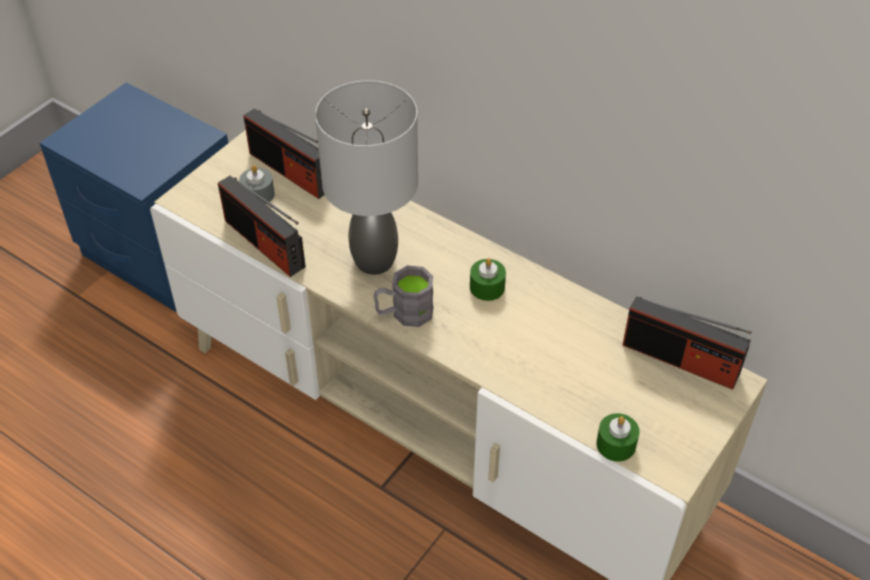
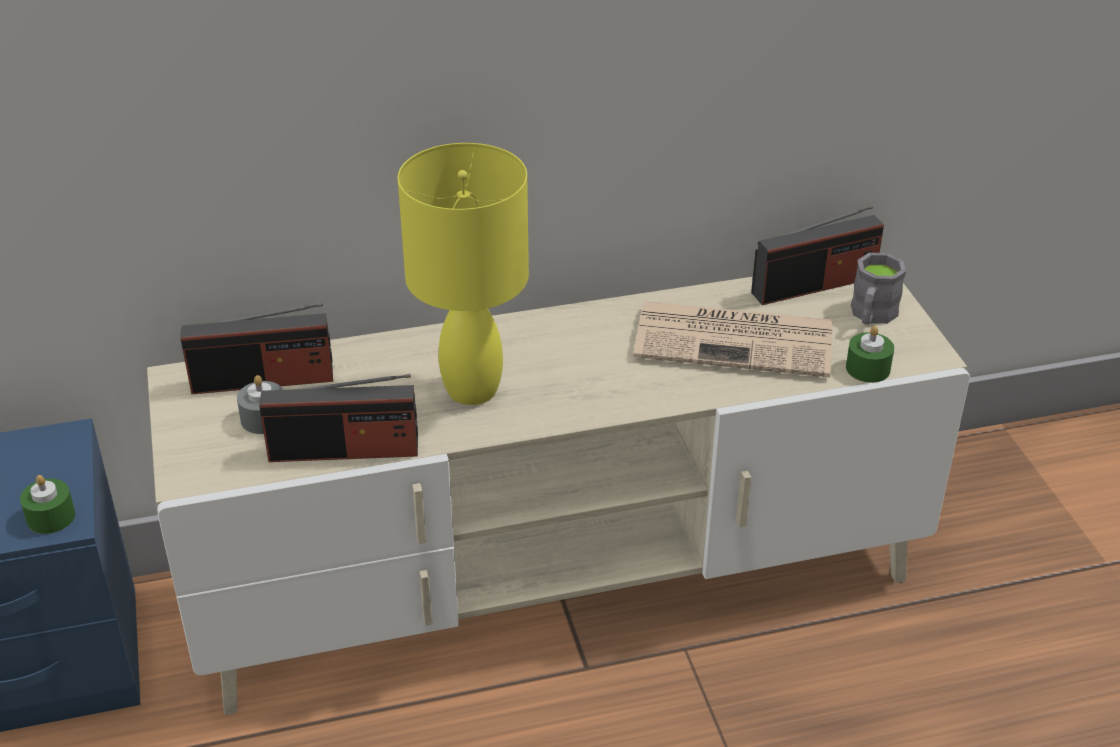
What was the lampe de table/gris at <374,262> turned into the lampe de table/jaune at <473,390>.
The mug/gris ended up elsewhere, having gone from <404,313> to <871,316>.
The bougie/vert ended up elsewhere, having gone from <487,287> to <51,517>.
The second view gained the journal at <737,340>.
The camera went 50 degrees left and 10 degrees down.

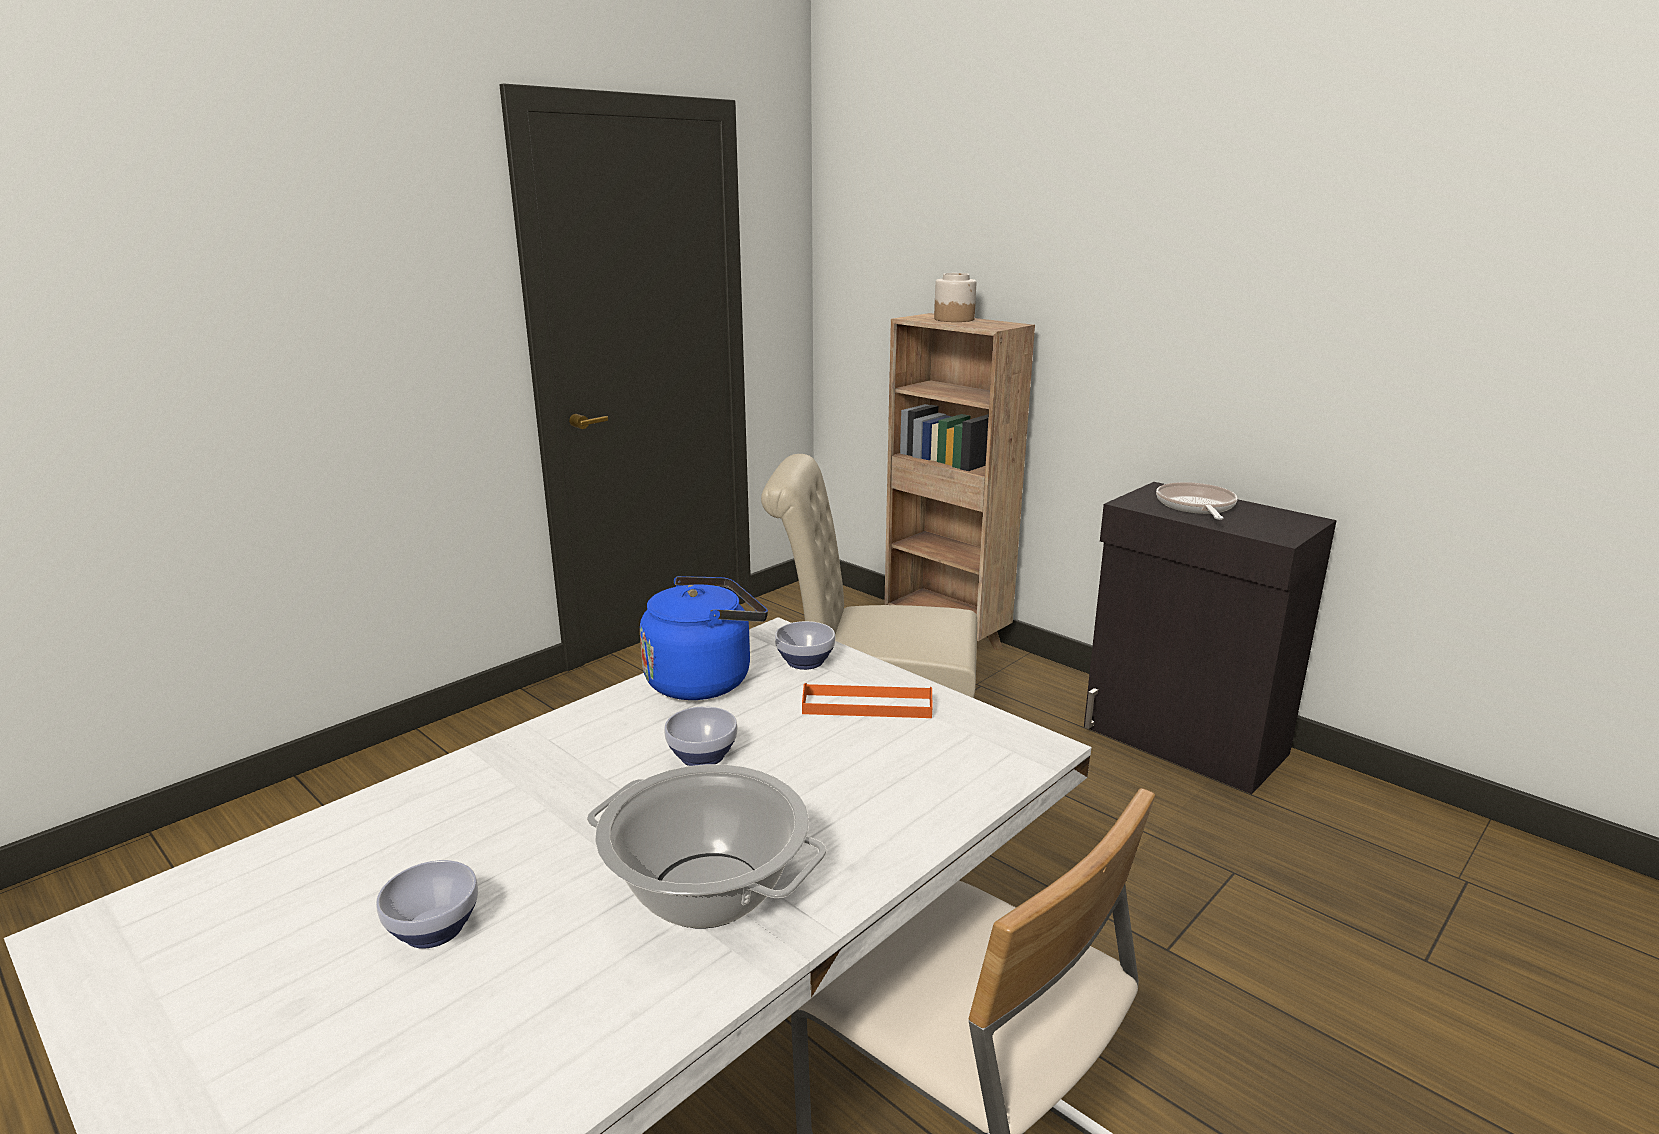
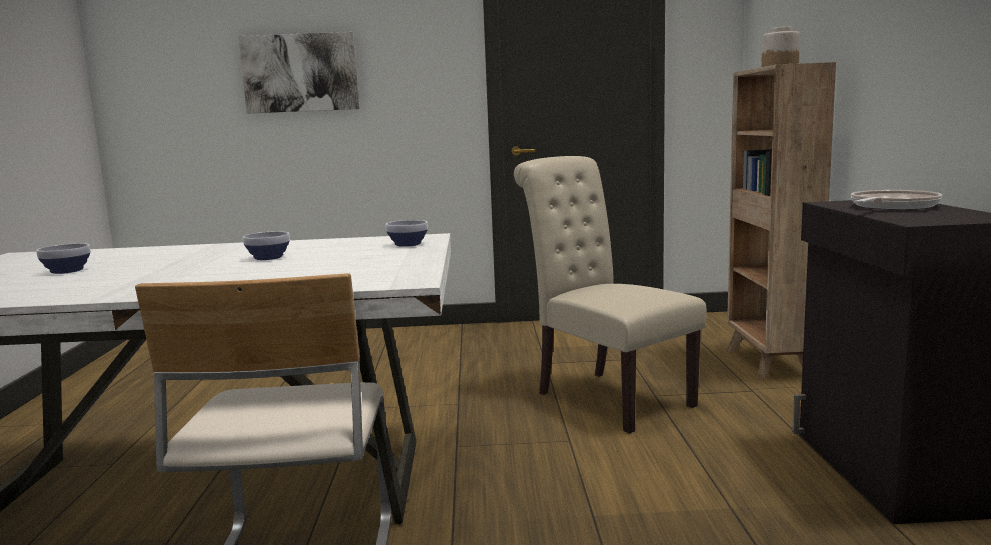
The second view lost the marmite at <705,891>.
The second view lost the bouilloire/bleu at <704,680>.
The second view lost the plateau/orange at <867,706>.
The second view gained the tableau at <300,73>.
The camera went 45 degrees right and 10 degrees down.

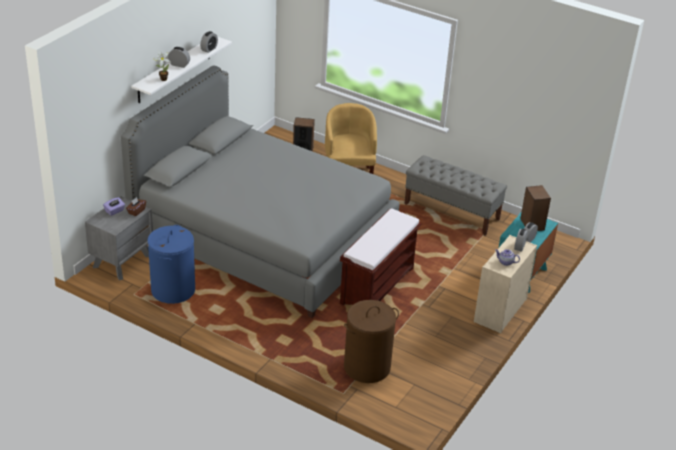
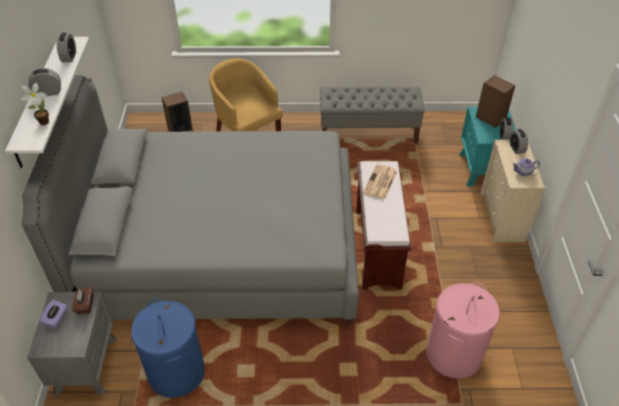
What was the panier à linge/marron at <367,367> turned into the panier à linge/rose at <454,354>.
The second view gained the journal at <380,182>.
The camera went 30 degrees left and 10 degrees up.

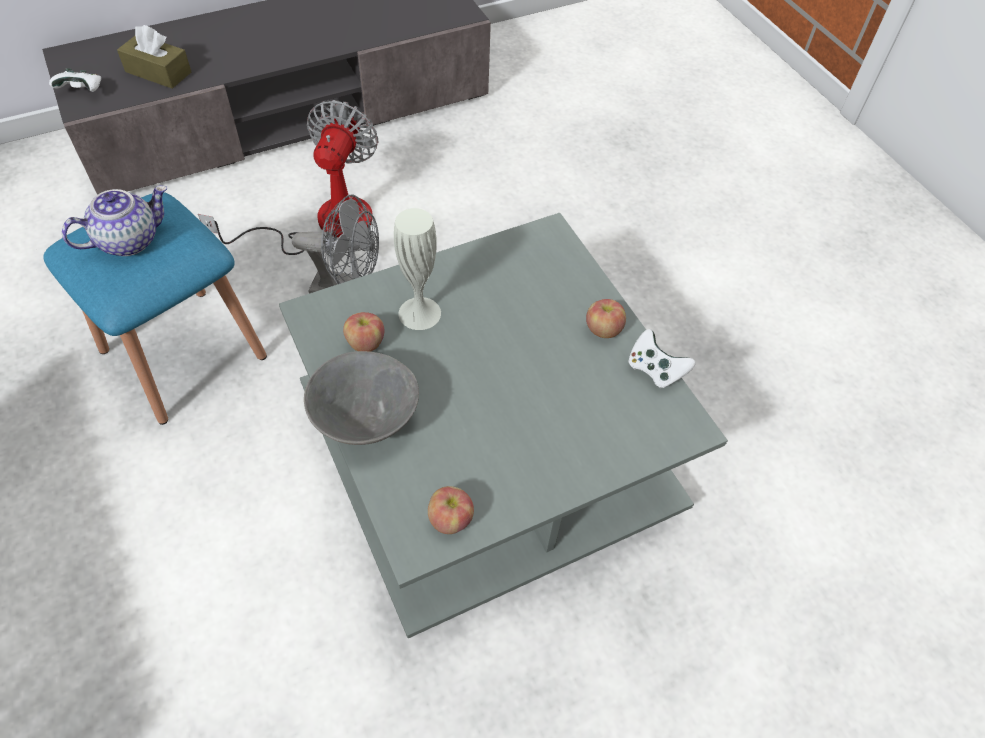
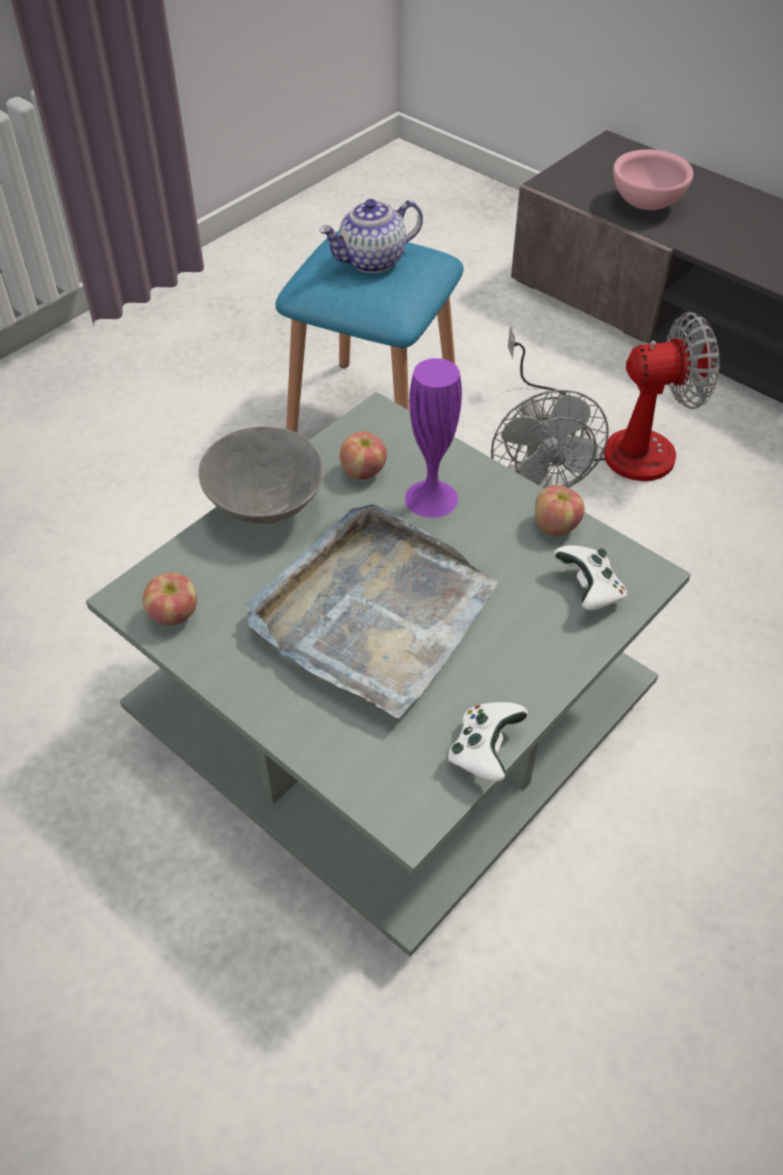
The manette/blanc ended up elsewhere, having gone from <83,91> to <589,591>.
The théière at <129,240> ended up facing another way, 120 degrees clockwise from before.
Where the boîte à mouchoirs/marron stood at <158,72>, the bol/rose came to stand at <645,203>.
What was the vase/blanc at <419,313> turned into the vase/violet at <431,498>.
The pomme ended up elsewhere, having gone from <603,329> to <555,525>.
The second view gained the plateau/gris at <373,613>.
The camera went 70 degrees right and 5 degrees down.

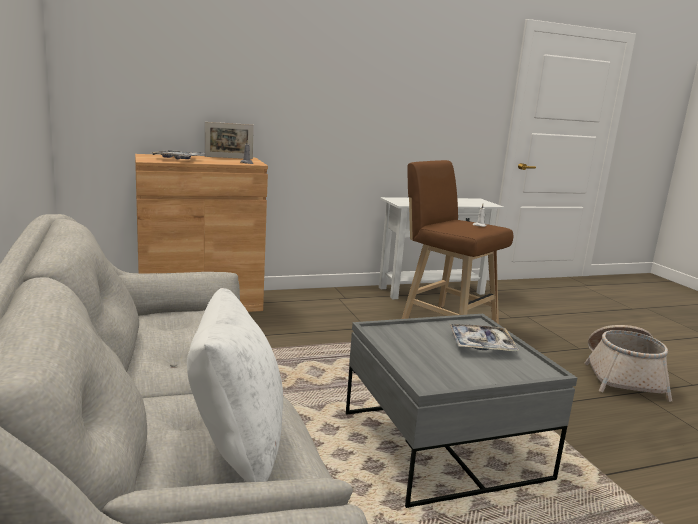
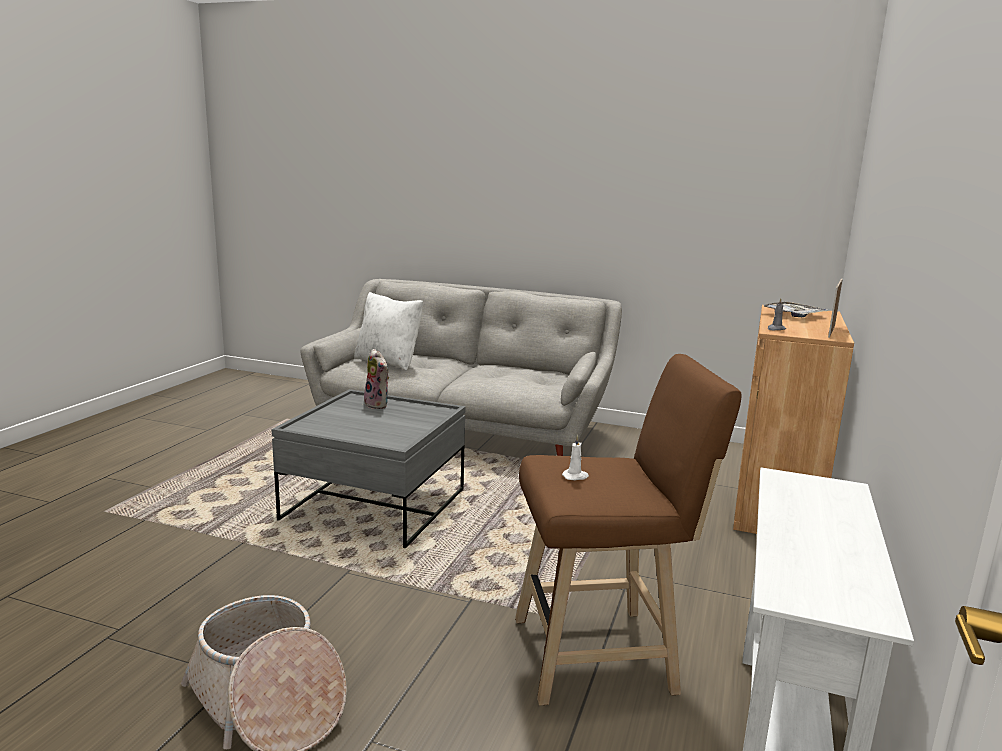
The second view lost the plateau at <481,344>.
The second view gained the peluche at <378,405>.
The camera went 130 degrees right and 0 degrees up.

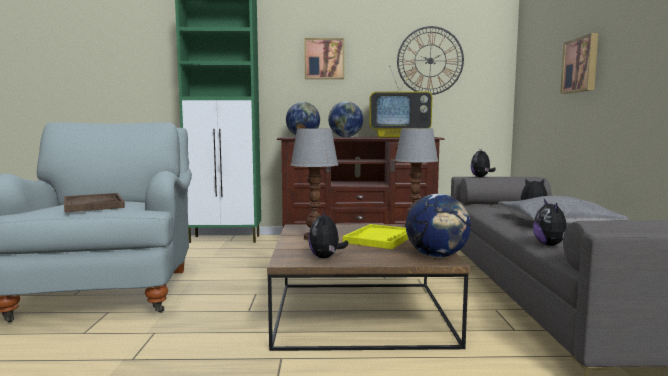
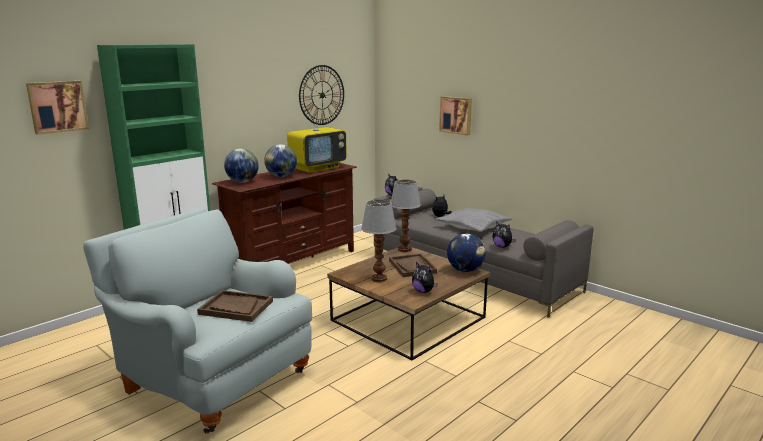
The tableau ended up elsewhere, having gone from <324,59> to <57,106>.
What was the plateau/jaune at <380,238> turned into the plateau/marron at <412,266>.
The camera went 45 degrees left and 10 degrees up.

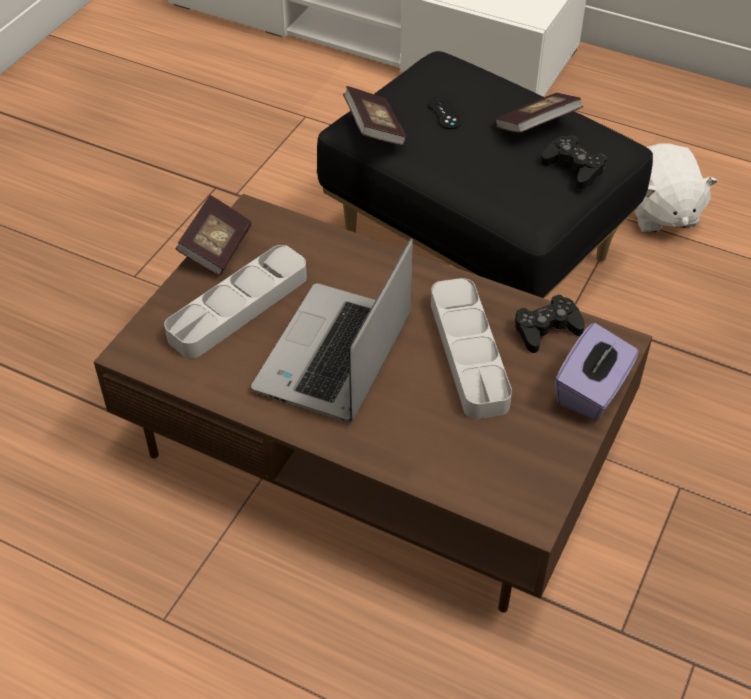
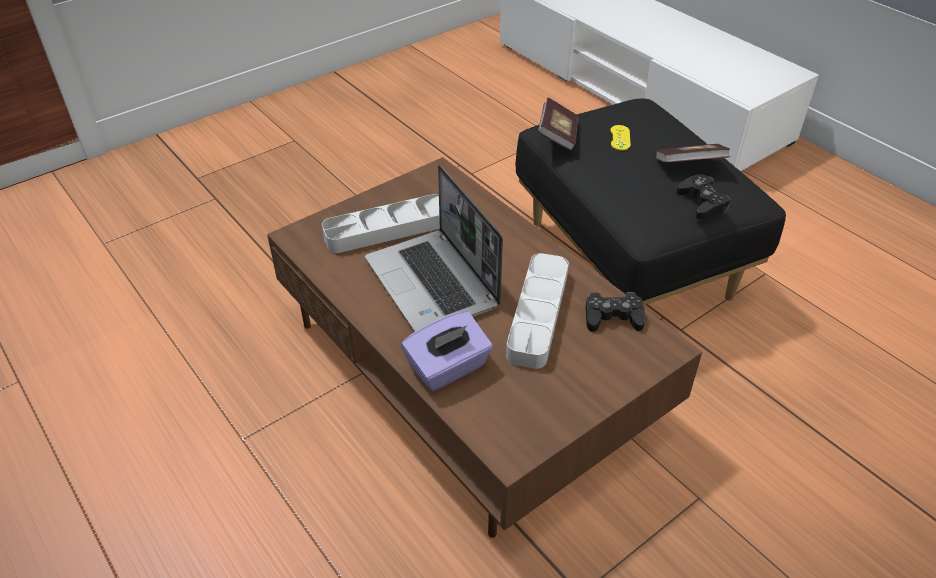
The second view lost the livre at <216,248>.
The ordinateur portable at <335,356> ended up facing another way, 75 degrees counterclockwise from before.
What was the manette/noir at <444,113> turned into the manette/jaune at <620,138>.
The boîte à mouchoirs/violet ended up elsewhere, having gone from <592,391> to <448,368>.
The second view lost the peluche/blanc at <659,212>.
The camera went 25 degrees right and 5 degrees down.

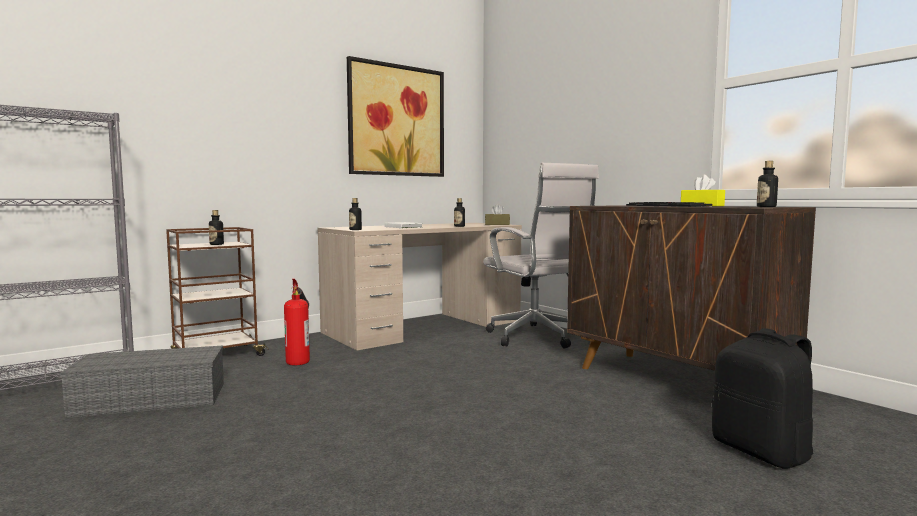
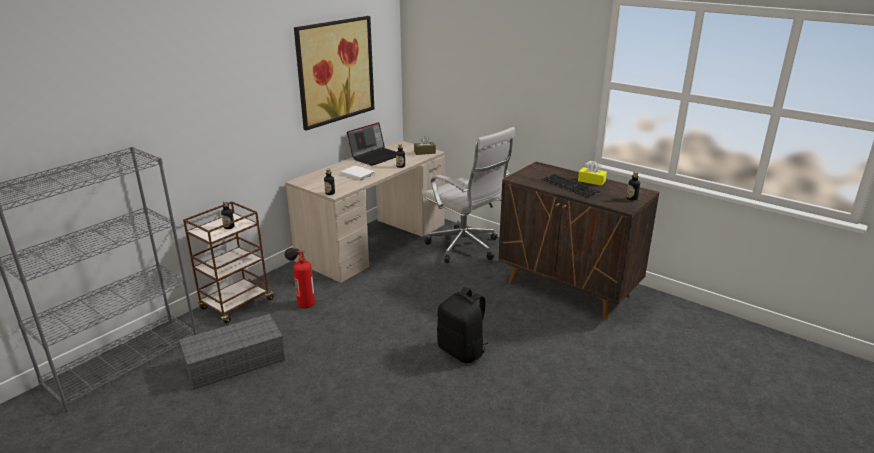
The sac à dos/noir ended up elsewhere, having gone from <762,452> to <462,351>.
The second view gained the ordinateur portable at <376,156>.
The camera went 15 degrees left and 20 degrees up.

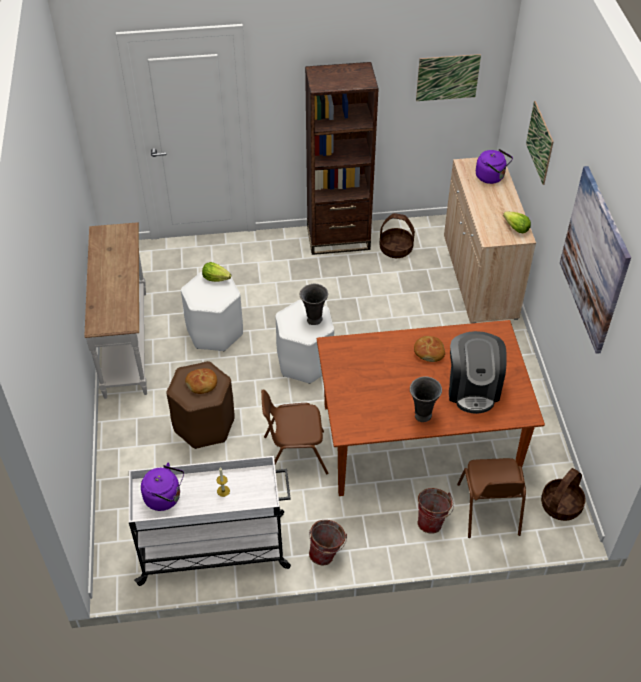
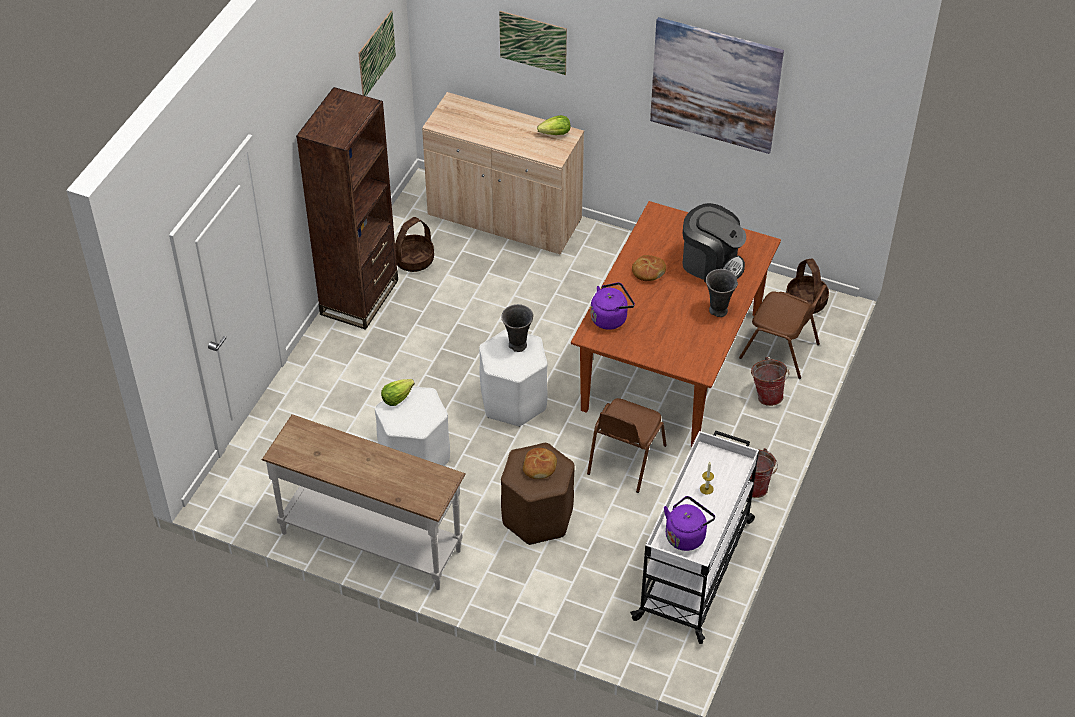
The bouilloire/violet ended up elsewhere, having gone from <491,177> to <610,318>.
The camera went 60 degrees left and 0 degrees up.

